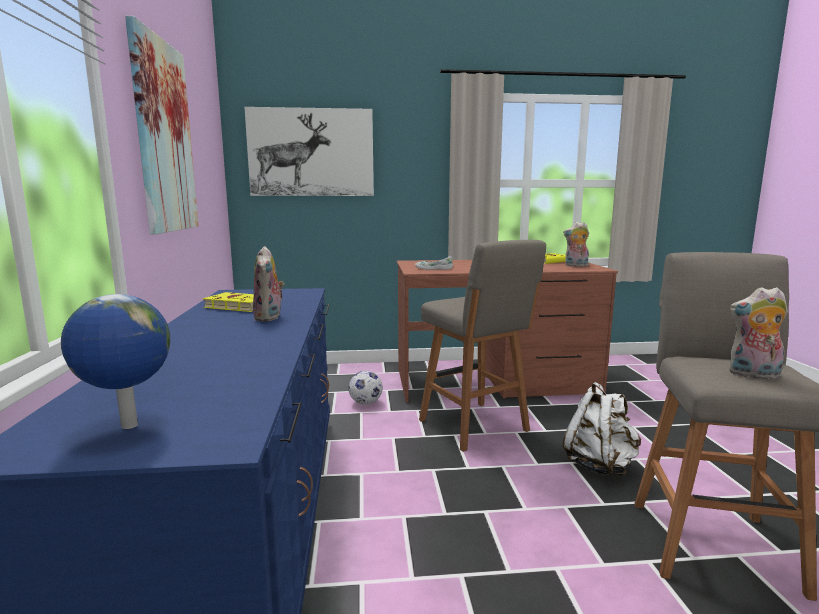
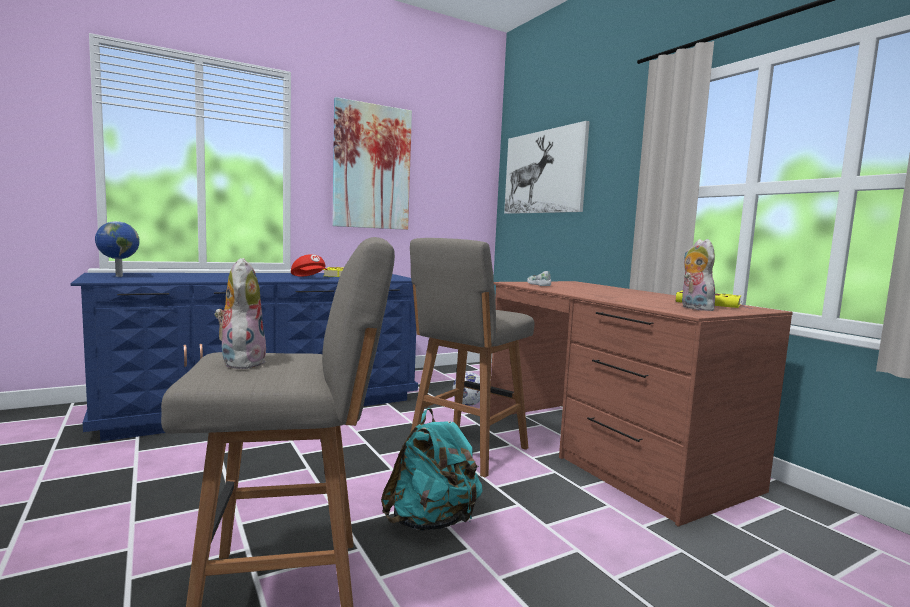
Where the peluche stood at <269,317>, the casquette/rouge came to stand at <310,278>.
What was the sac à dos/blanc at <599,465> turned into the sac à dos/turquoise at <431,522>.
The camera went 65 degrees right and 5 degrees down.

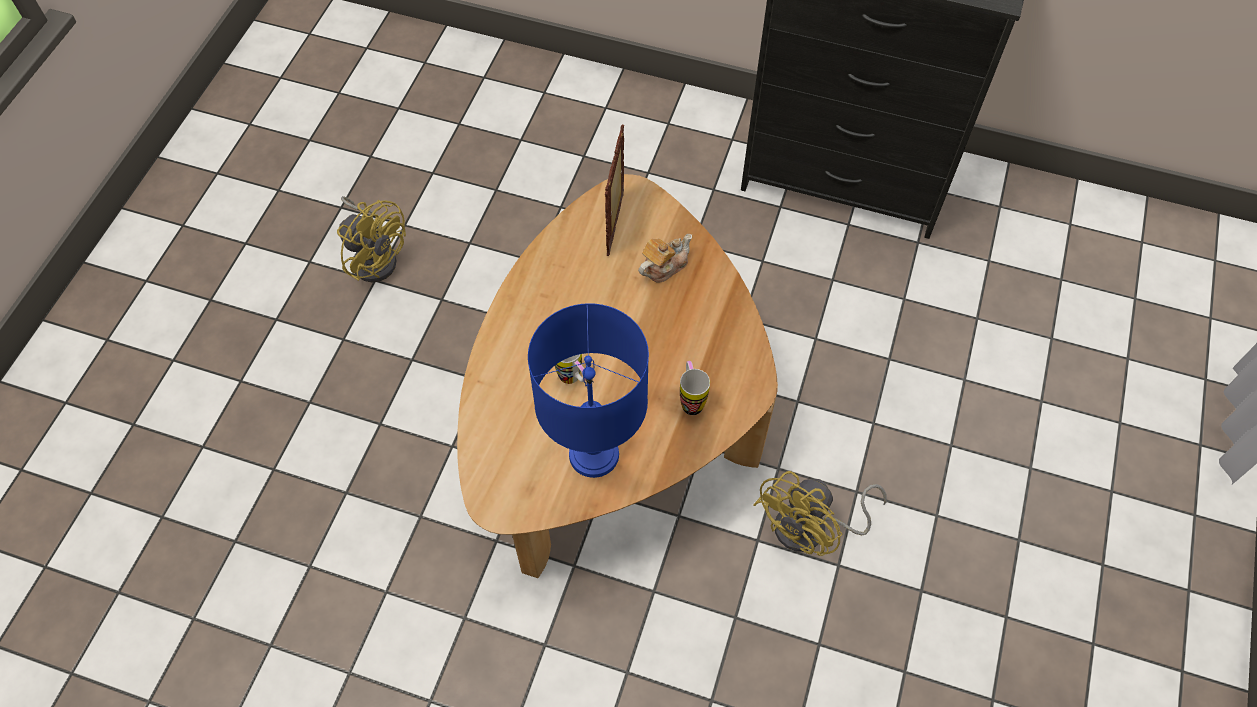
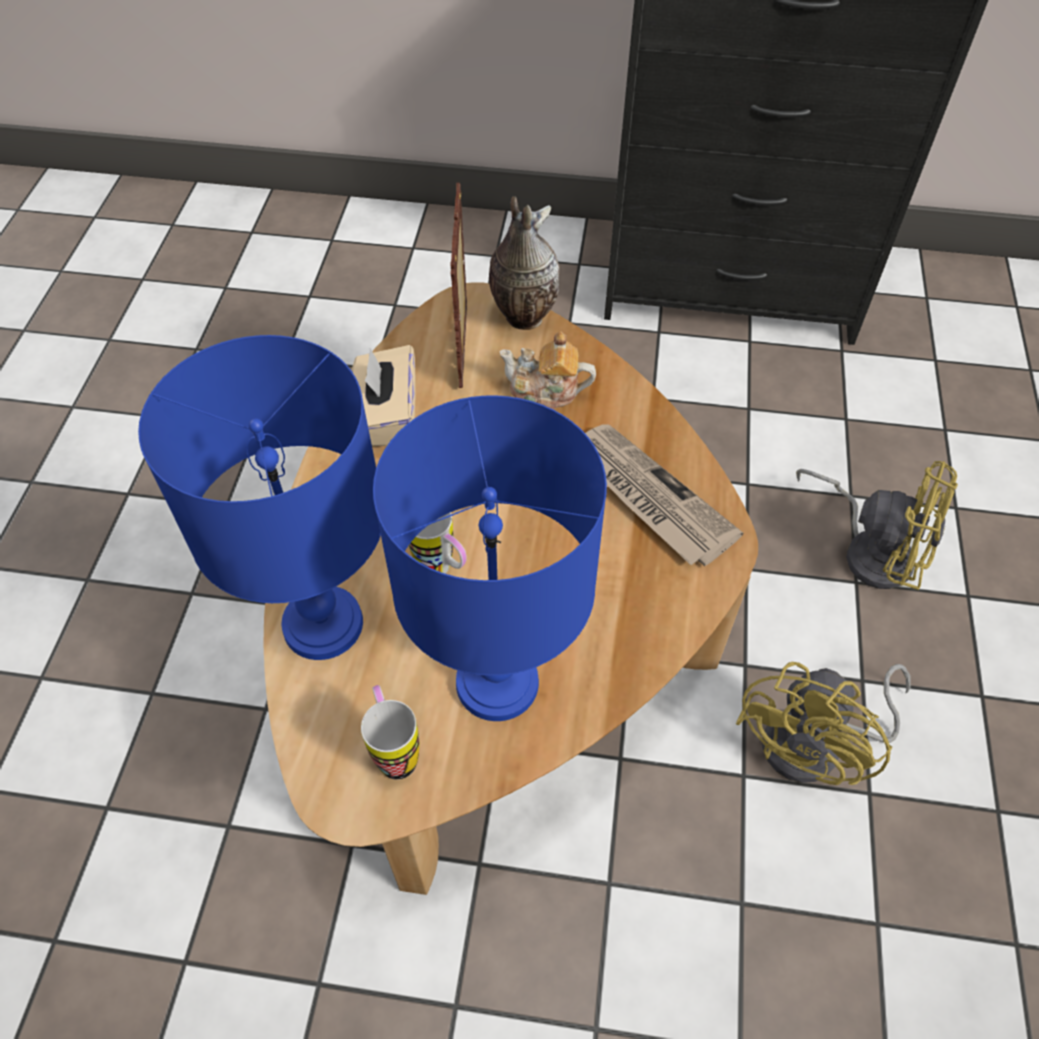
The ventilateur/jaune ended up elsewhere, having gone from <375,256> to <870,549>.
The théière at <664,266> ended up facing another way, 120 degrees counterclockwise from before.
The mug ended up elsewhere, having gone from <691,399> to <394,750>.
The second view gained the lampe de table/bleu at <324,625>.
The second view gained the boîte à mouchoirs/beige at <387,417>.
The second view gained the vase at <521,317>.
The second view gained the journal at <647,496>.
The camera went 10 degrees left and 5 degrees down.

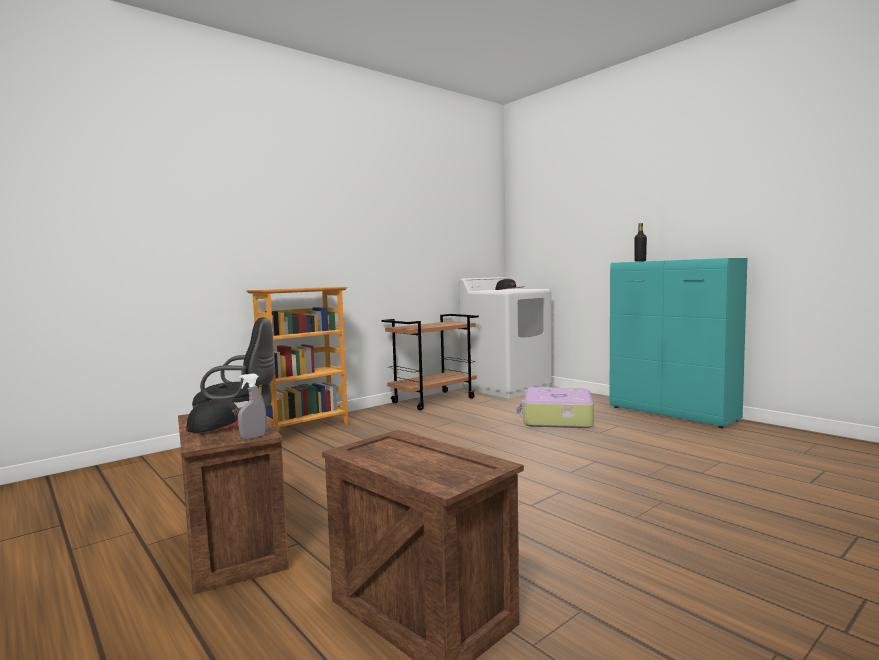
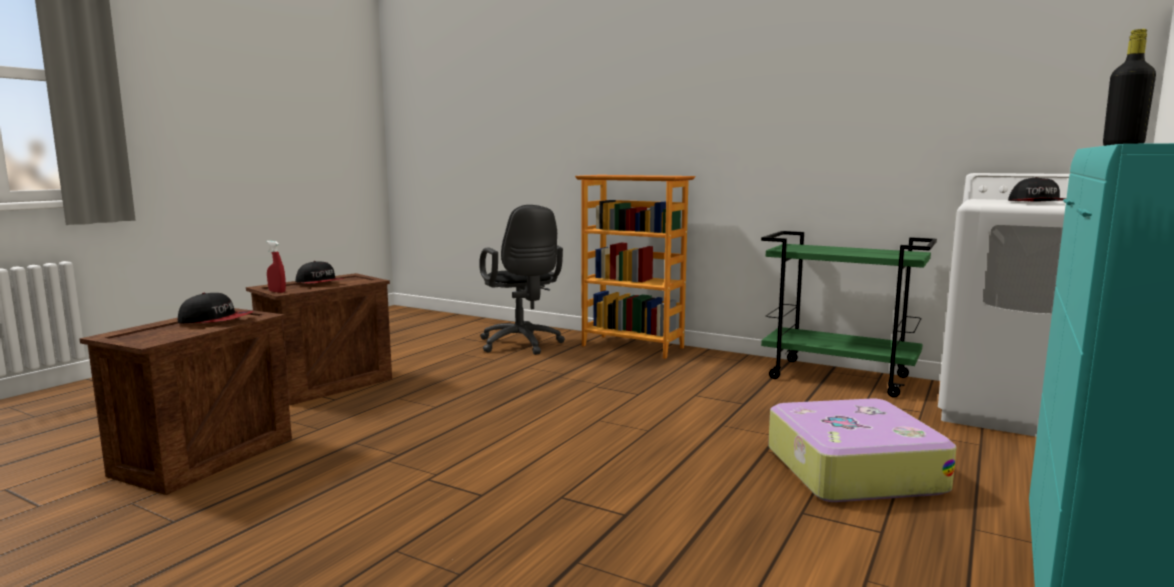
What was the vaporisateur/gris at <253,437> turned into the vaporisateur/rouge at <277,291>.
What was the chariot/marron at <433,400> turned into the chariot/vert at <840,377>.
The second view gained the casquette at <216,320>.
The camera went 70 degrees right and 5 degrees up.

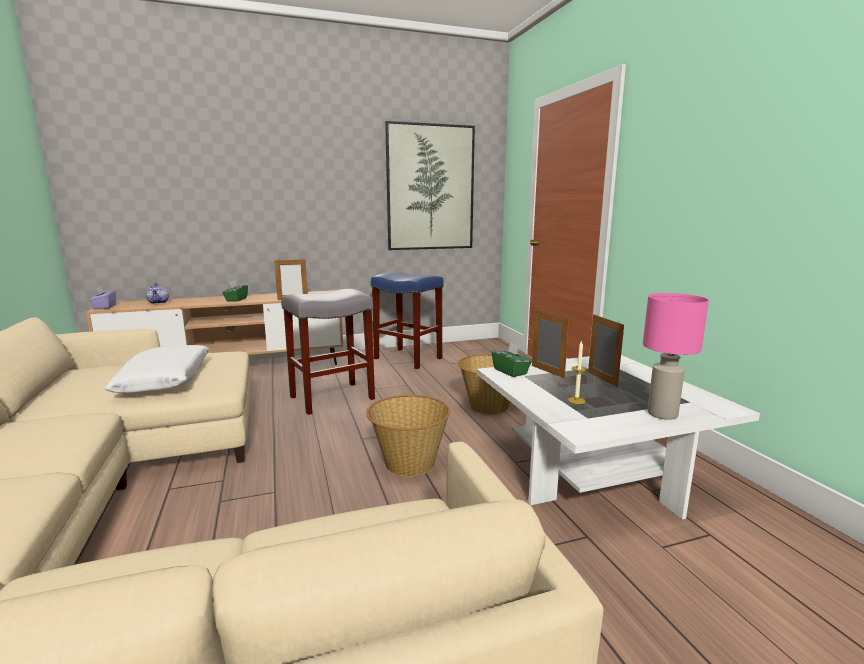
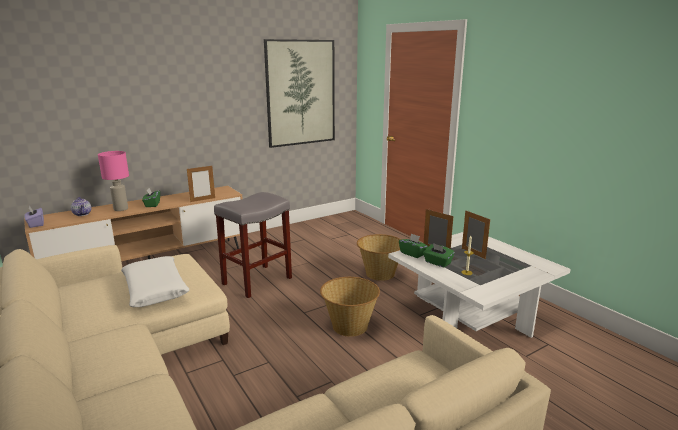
The second view lost the tabouret/bleu at <407,358>.
The lampe de table/rose ended up elsewhere, having gone from <661,414> to <120,209>.
The second view gained the boîte à mouchoirs/vert at <437,263>.
The camera went 15 degrees left and 5 degrees up.

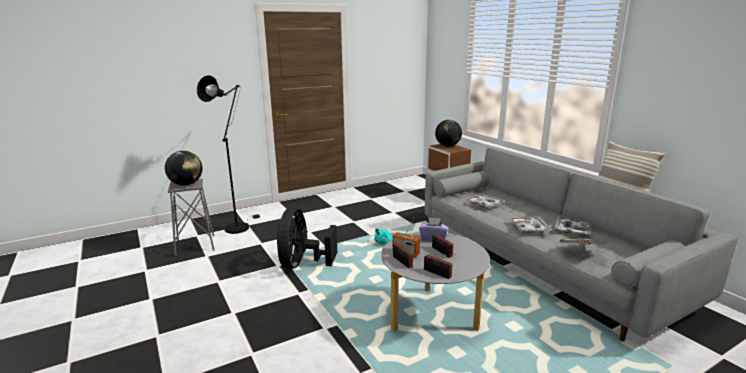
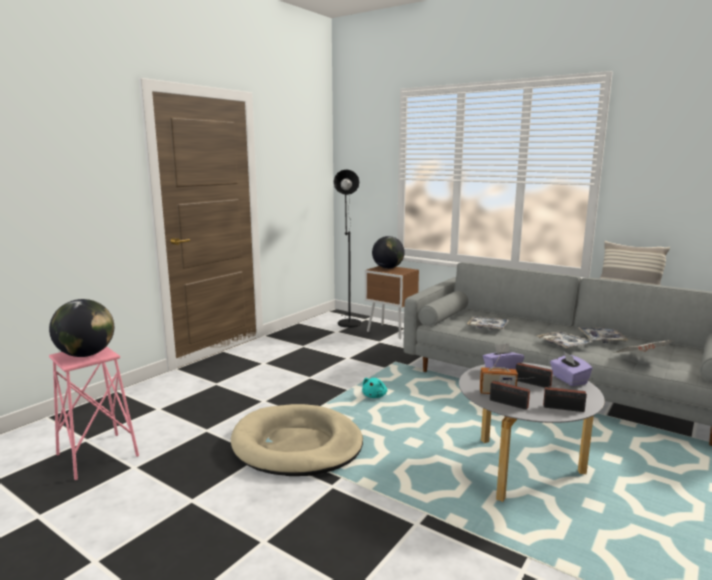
What was the tabouret/gris at <195,245> turned into the tabouret/rose at <97,455>.
The lampadaire/noir ended up elsewhere, having gone from <239,226> to <348,322>.
Where the ventilateur/noir stood at <302,264>, the panier pour chien/beige came to stand at <297,445>.
The second view gained the boîte à mouchoirs/violet at <568,380>.
The camera went 25 degrees left and 5 degrees down.

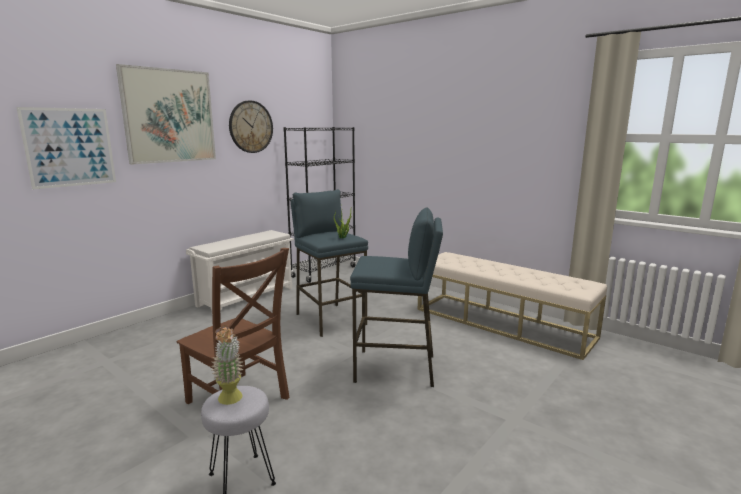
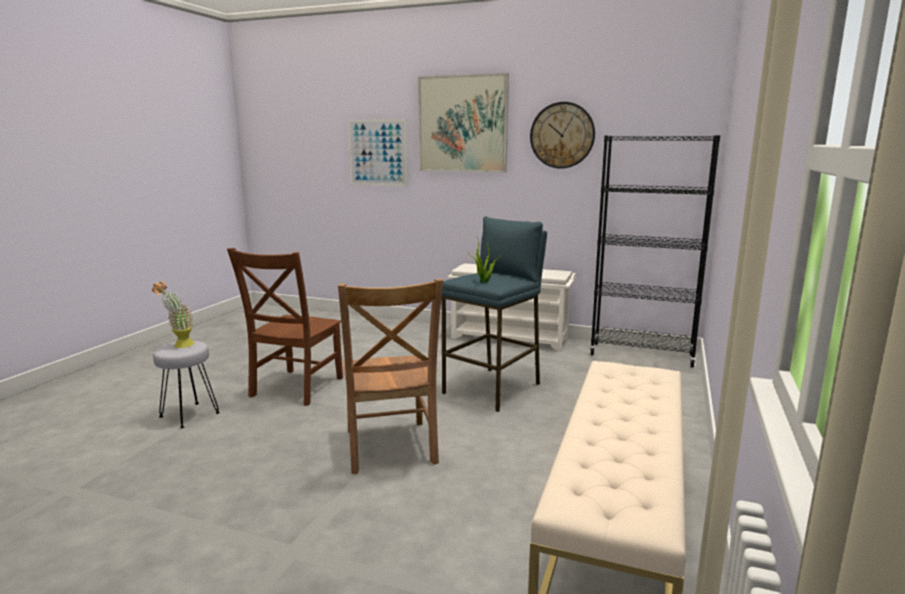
Where the tabouret/bleu stood at <396,368>, the chaise/marron came to stand at <390,449>.
The camera went 70 degrees right and 0 degrees up.

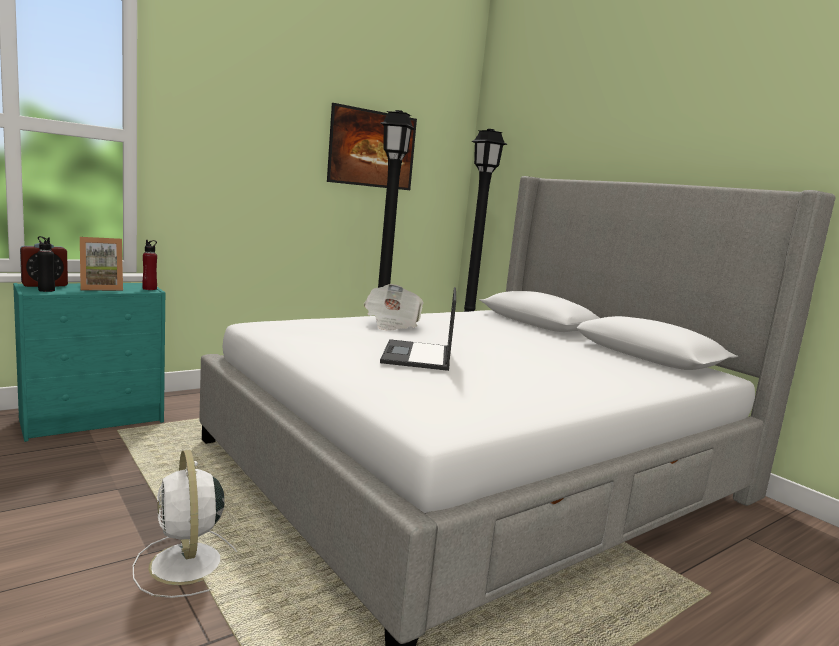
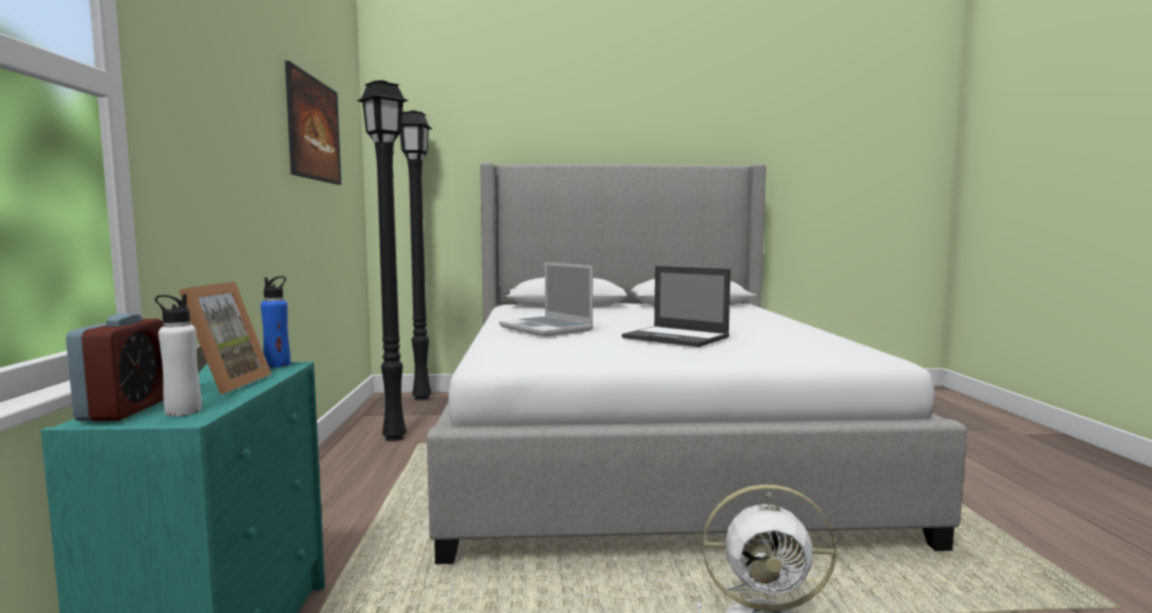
What was the bouteille/noir at <46,290> turned into the bouteille/blanc at <183,411>.
What was the bouteille/rouge at <149,289> turned into the bouteille/bleu at <277,365>.
Where the journal stood at <392,324>, the ordinateur portable came to stand at <547,328>.
The camera went 55 degrees left and 5 degrees down.

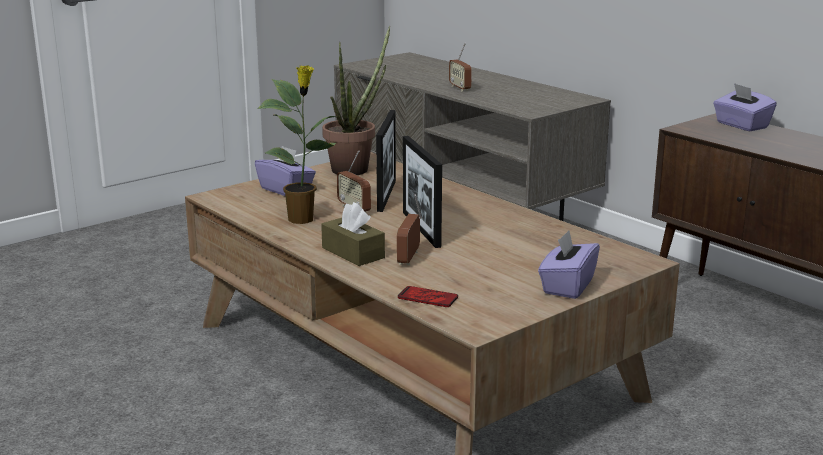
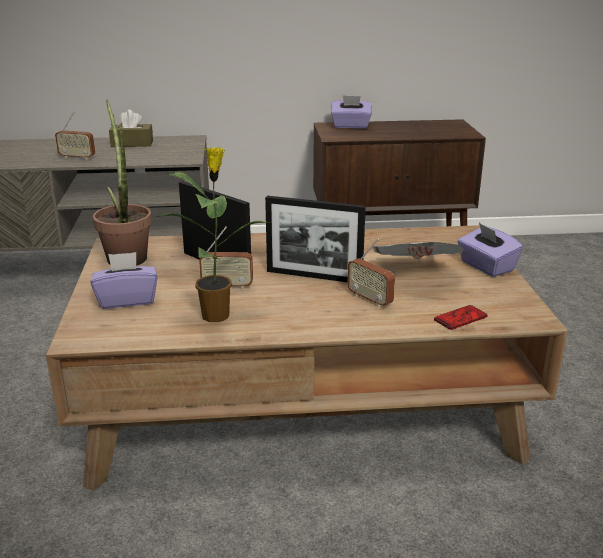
The boîte à mouchoirs/marron ended up elsewhere, having gone from <353,253> to <132,144>.
The second view gained the journal at <415,273>.
The camera went 55 degrees left and 5 degrees up.

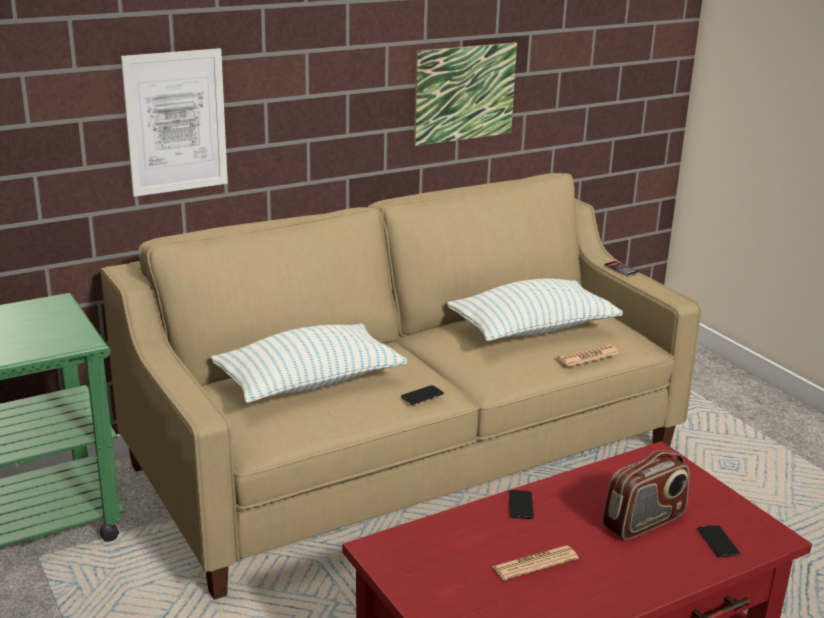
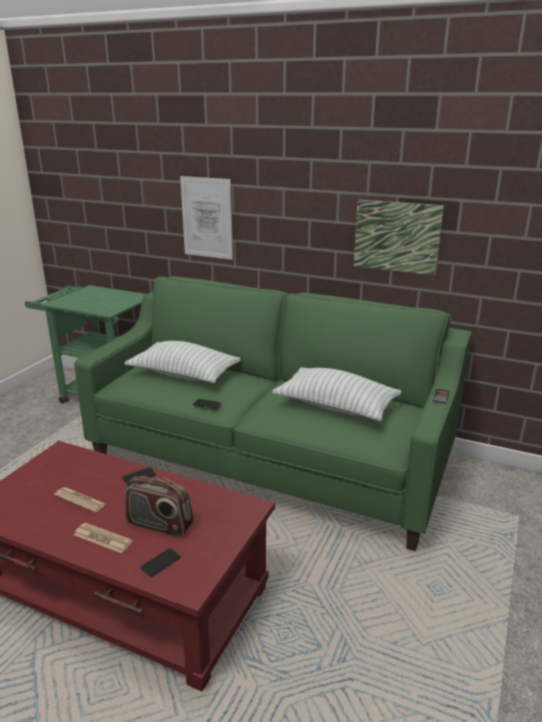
What was the canapé/beige at <407,458> turned into the canapé/vert at <271,458>.
The journal ended up elsewhere, having gone from <588,356> to <102,538>.
The camera went 55 degrees right and 0 degrees up.

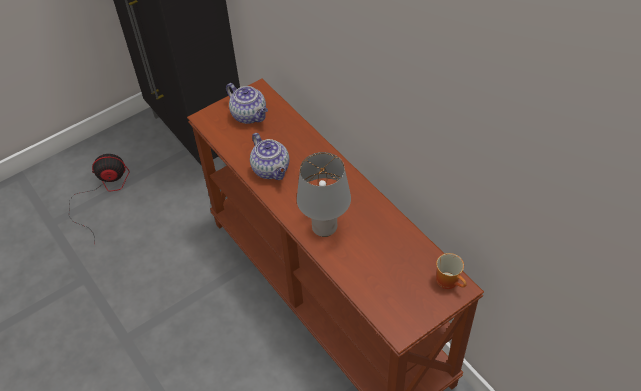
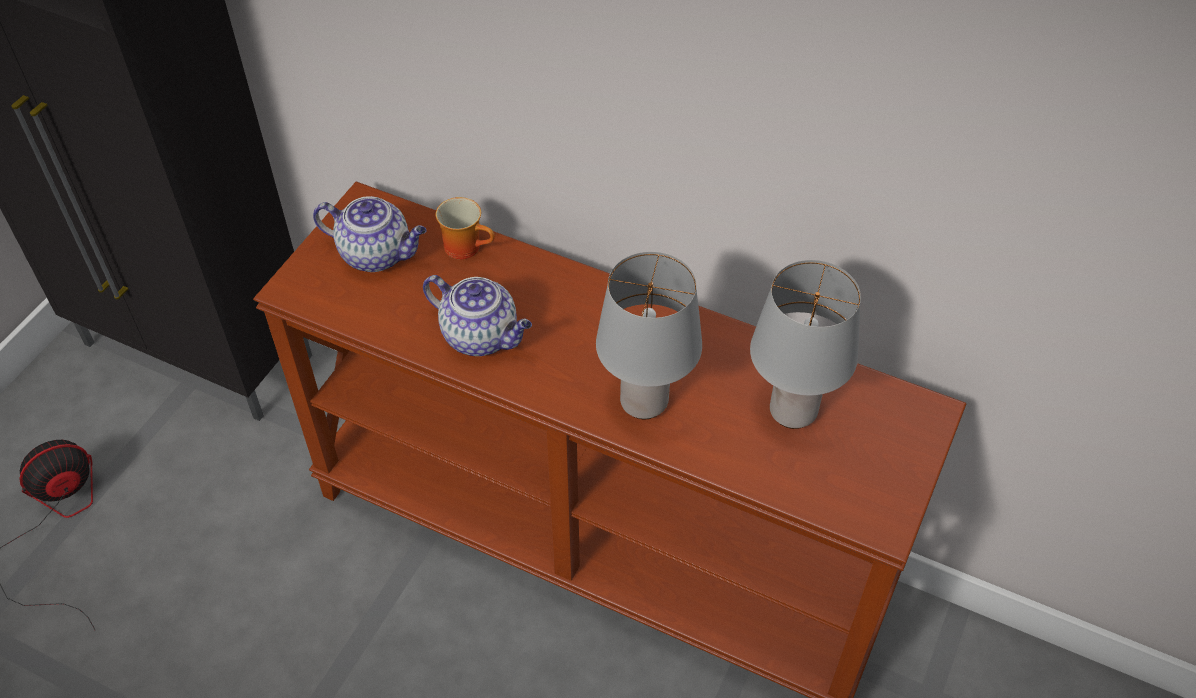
The mug ended up elsewhere, having gone from <450,281> to <467,246>.
The second view gained the lampe de table/gris at <792,413>.
The camera went 30 degrees left and 0 degrees up.

